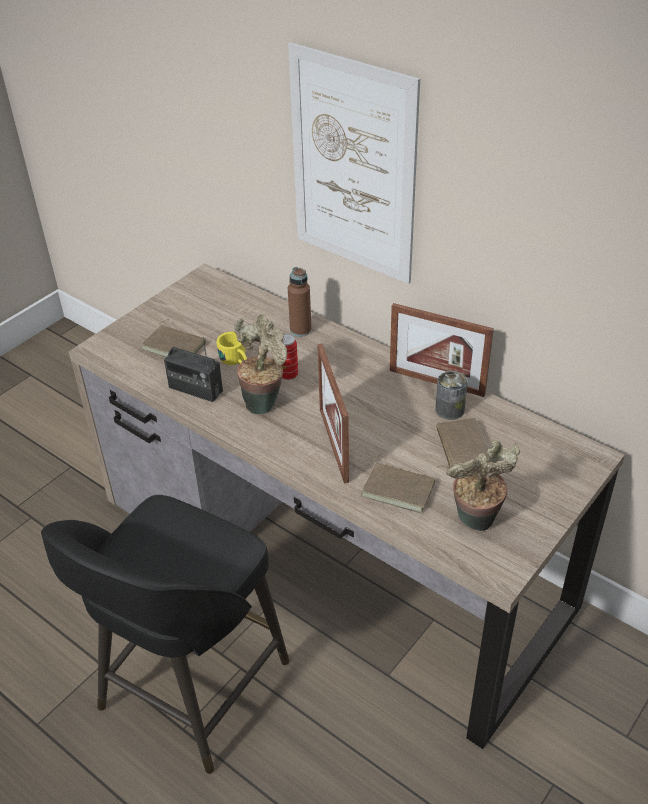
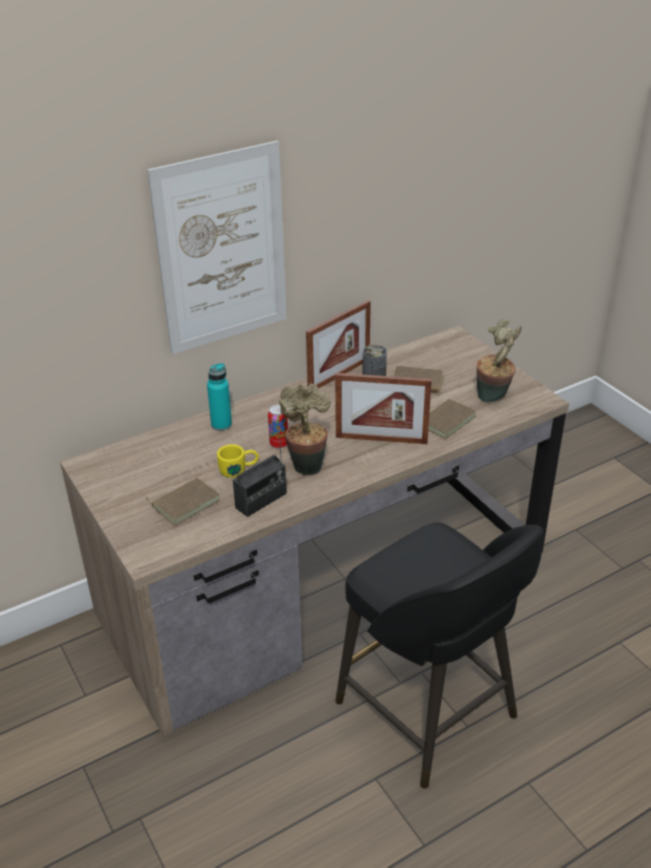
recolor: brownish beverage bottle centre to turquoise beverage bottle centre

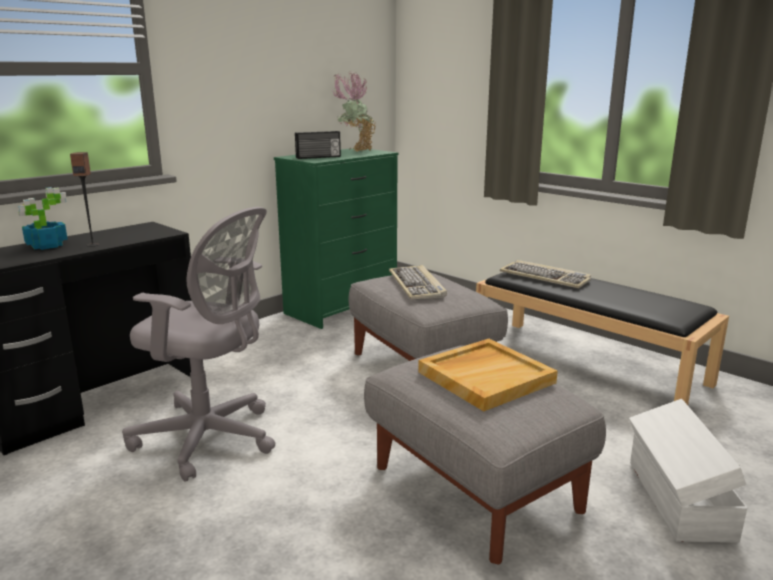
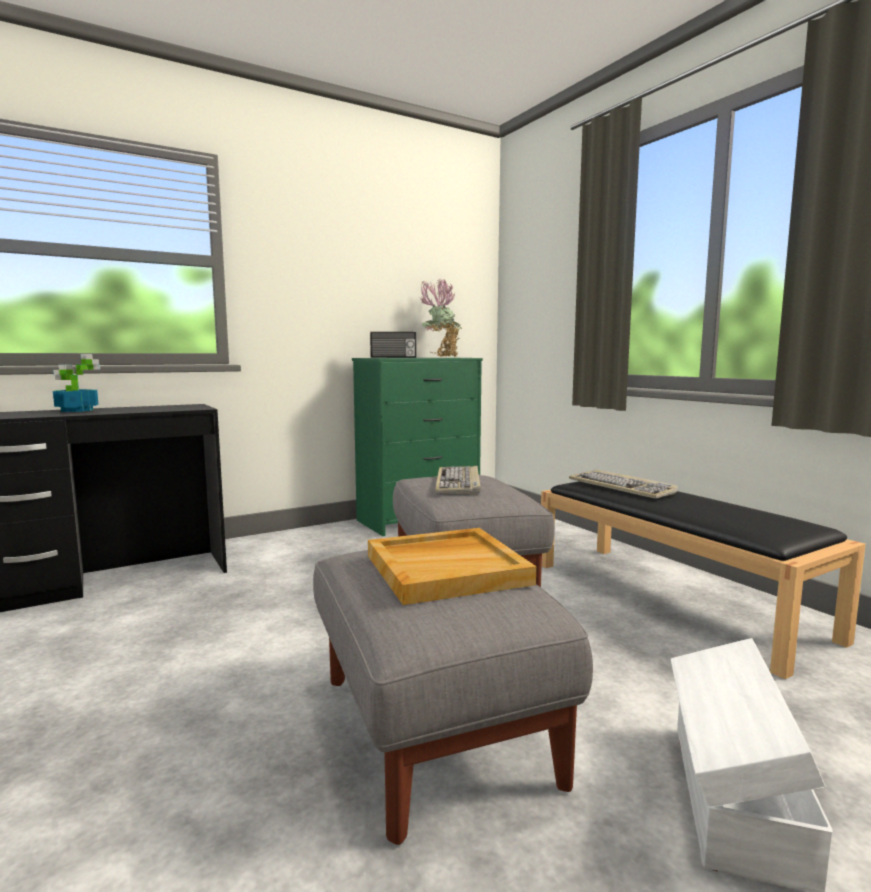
delete: audio speaker middle left; grey computer chair middle left

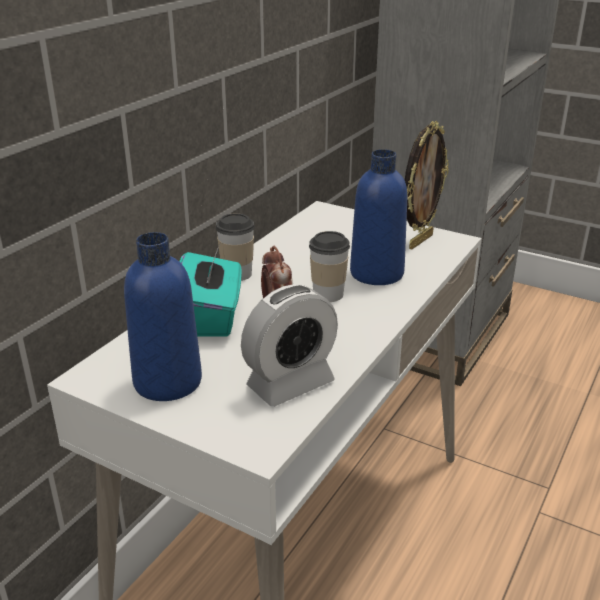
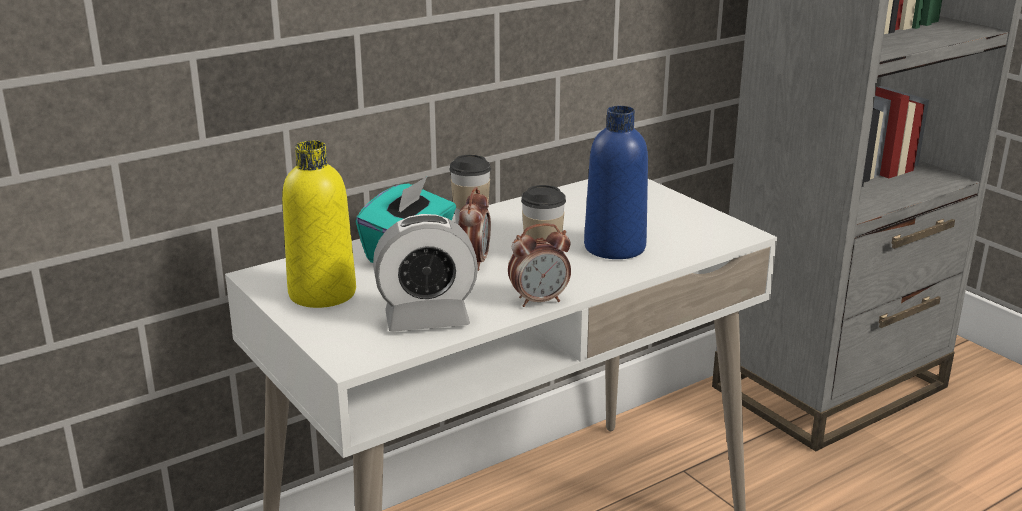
delete: picture frame top right
insert: bedside clock (3rd from left) centre
recolor: blue-coloured beverage bottle (1st from left) middle left to yellow-coloured beverage bottle middle left

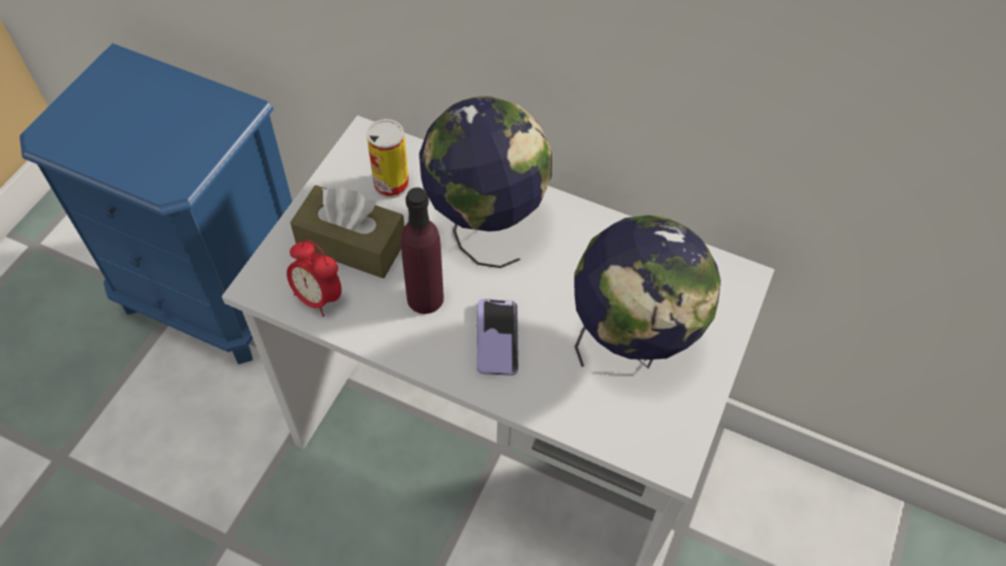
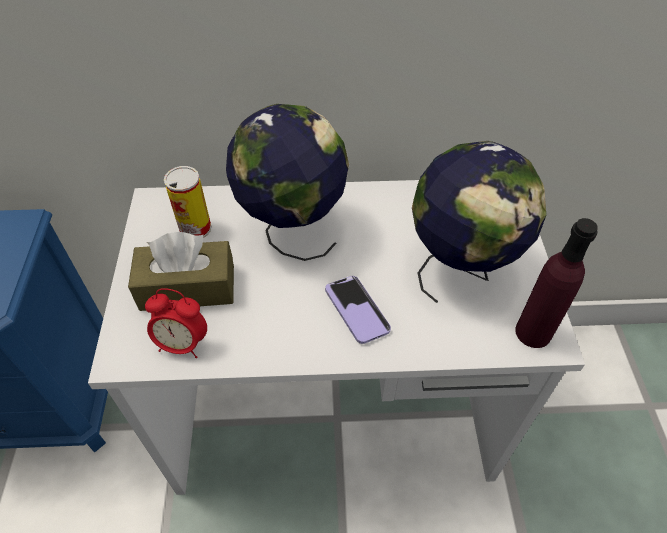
move: purplish beverage bottle centre to middle right

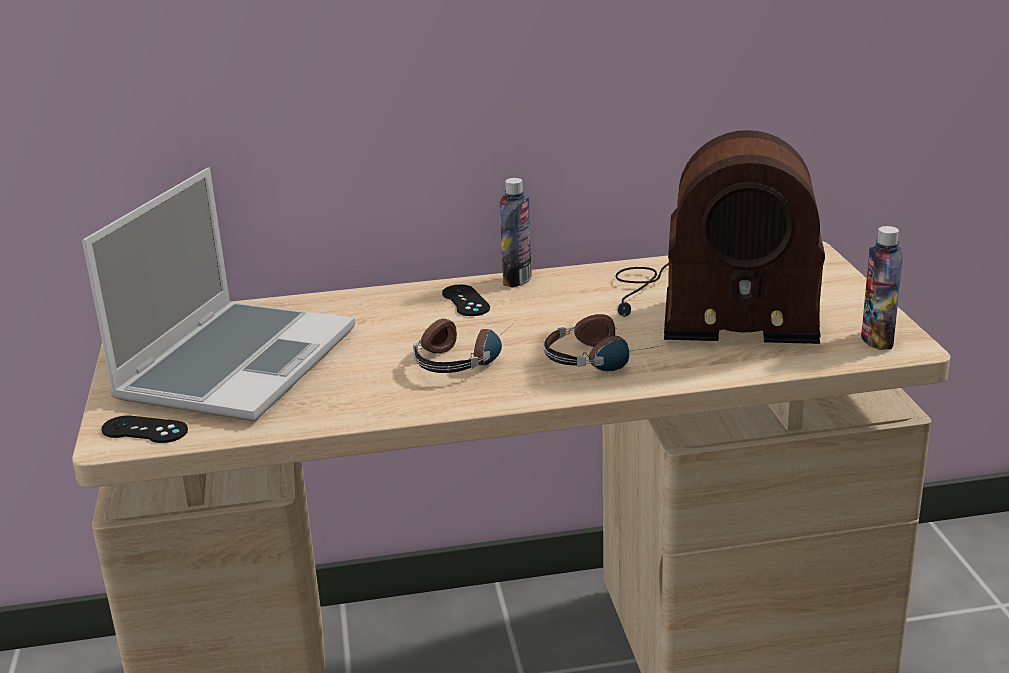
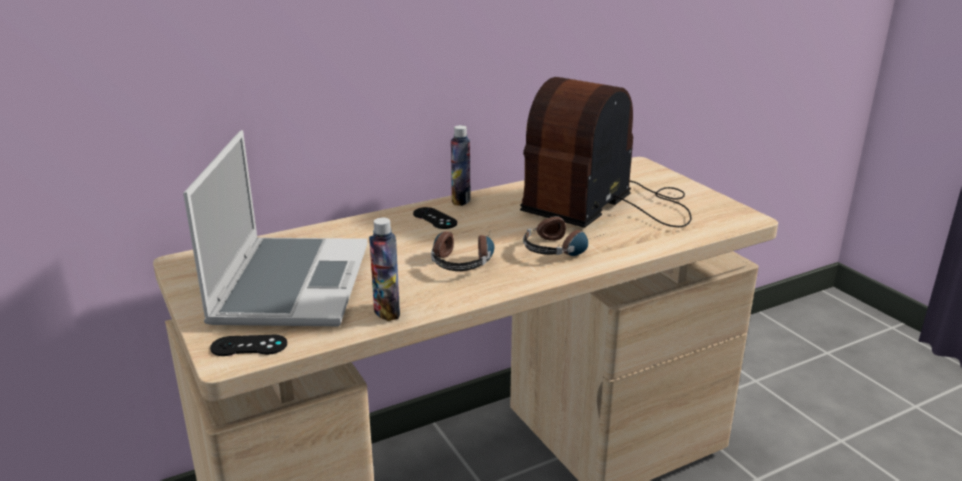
move: beverage bottle (2nd from left in the first image) middle right to beverage bottle (1st from left) centre
rotate: radio middle right = top centre 135 degrees clockwise

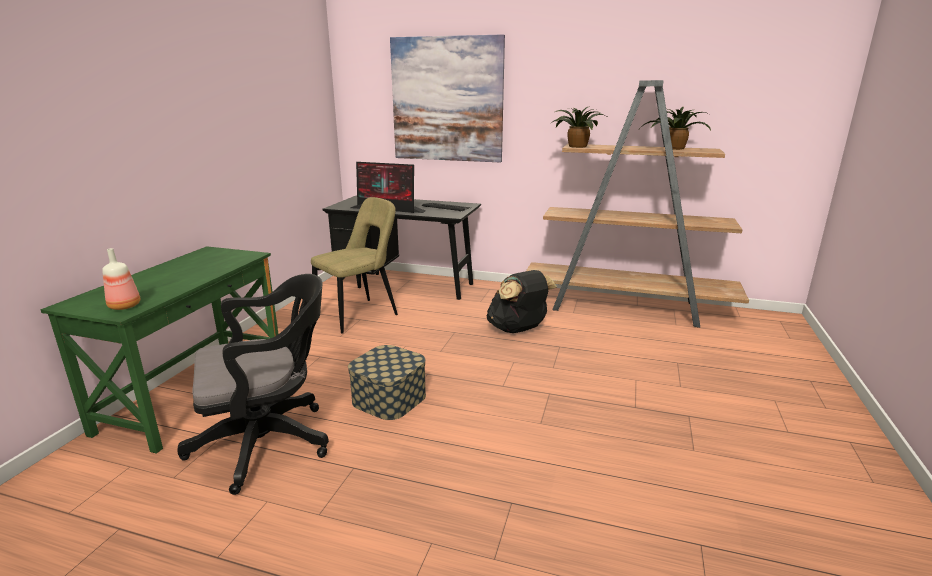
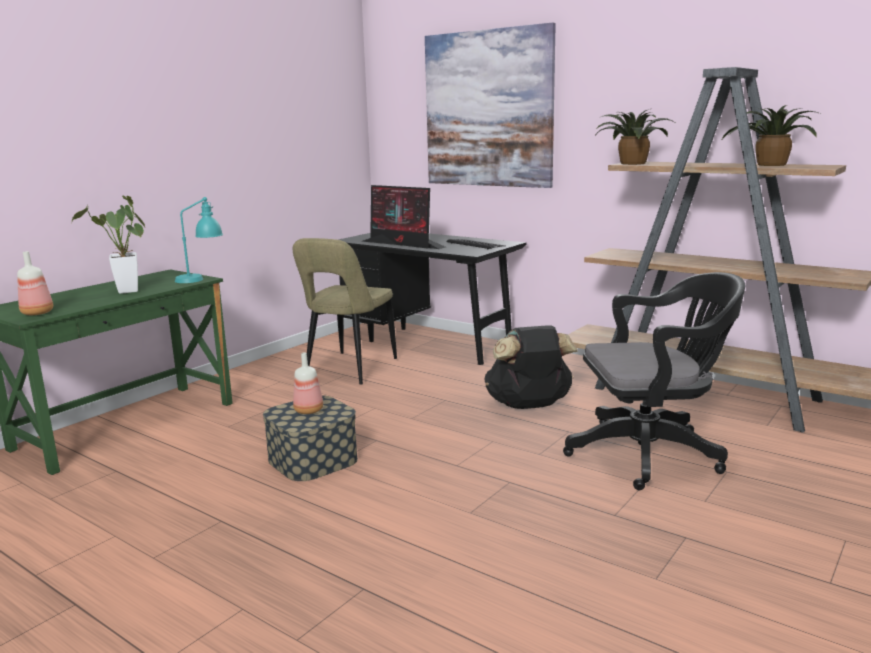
insert: plant in a pot (1st from left) middle left; turquoise tabletop lamp middle left; beverage bottle (2nd from left) centre
move: black-coloured computer chair bottom left to middle right
rotate: sand-coloured chair centre = centre 135 degrees clockwise

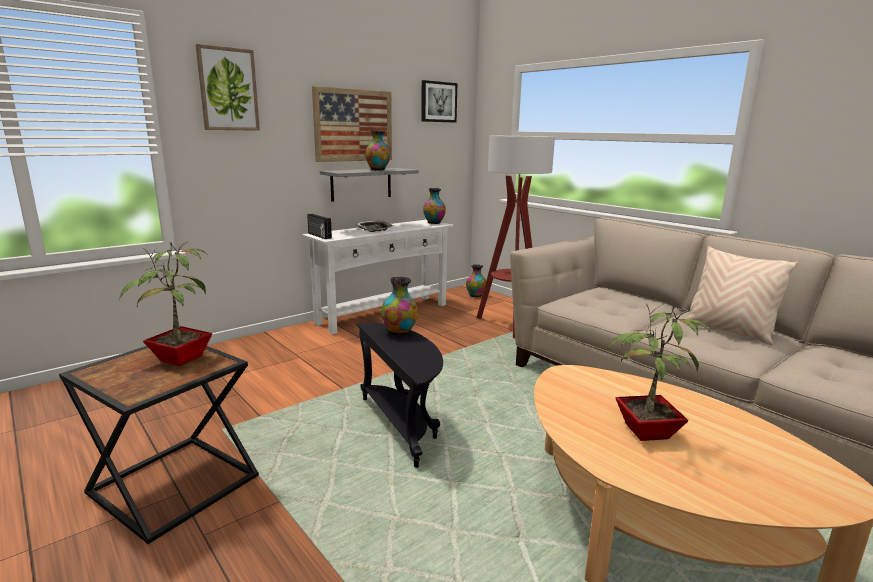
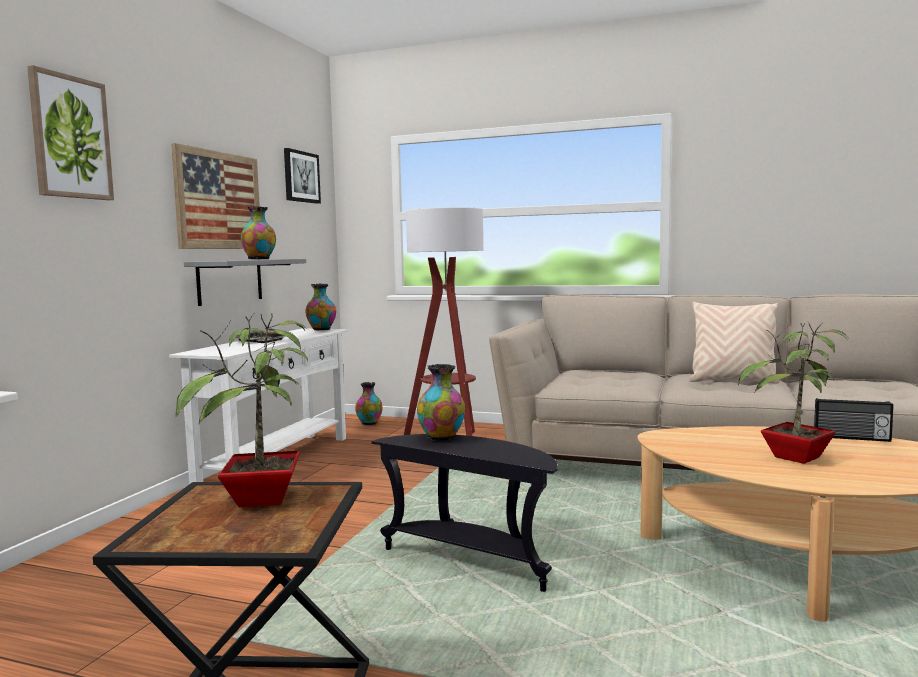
move: radio centre to middle right

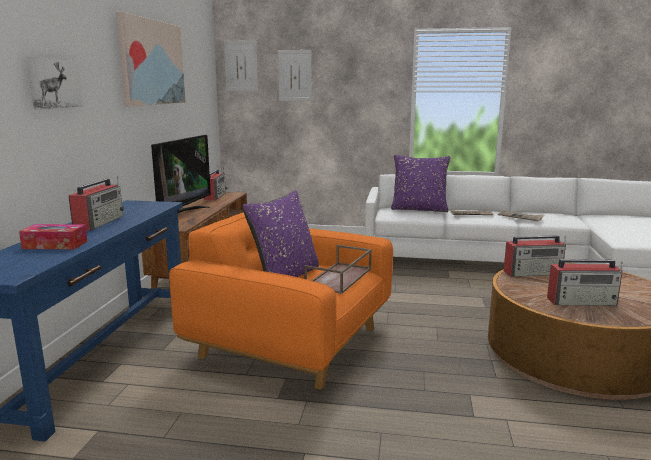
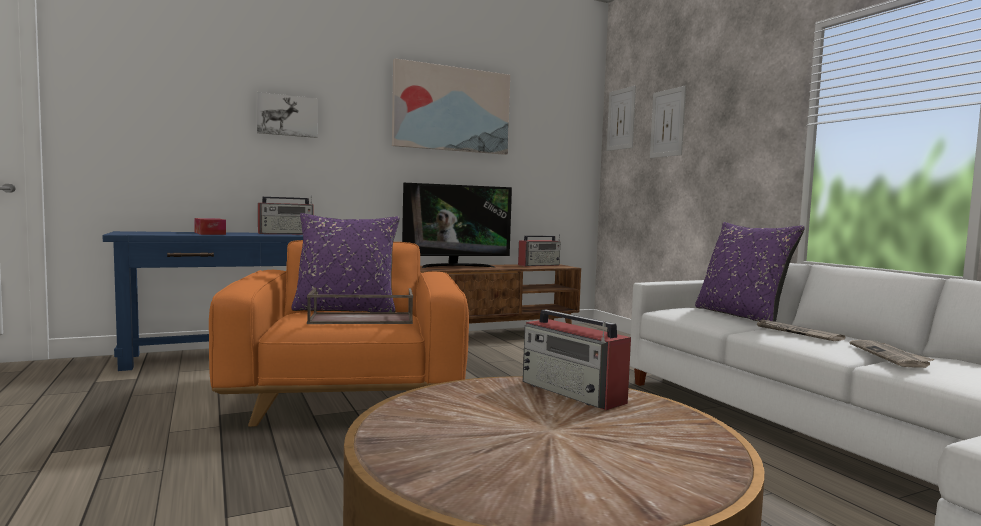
delete: radio (4th from left) middle right

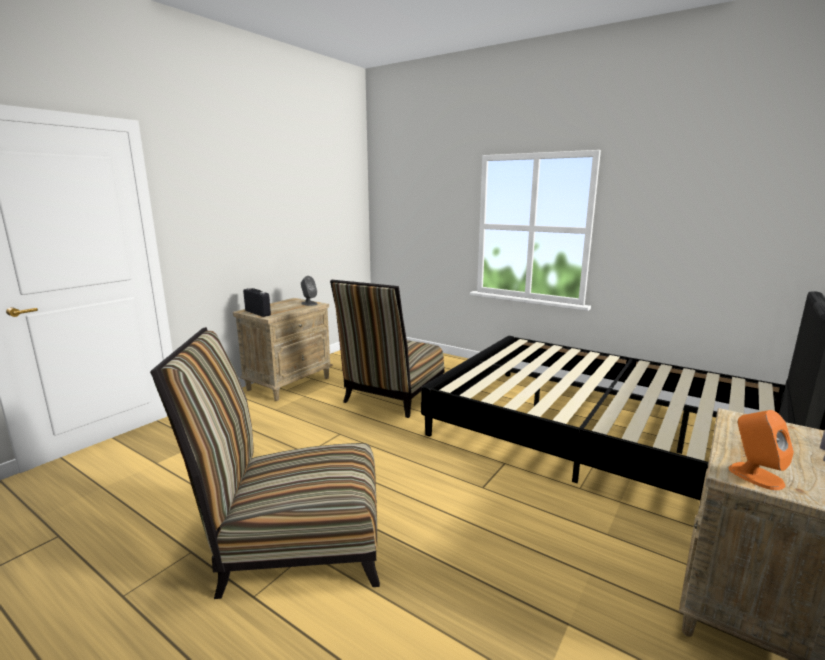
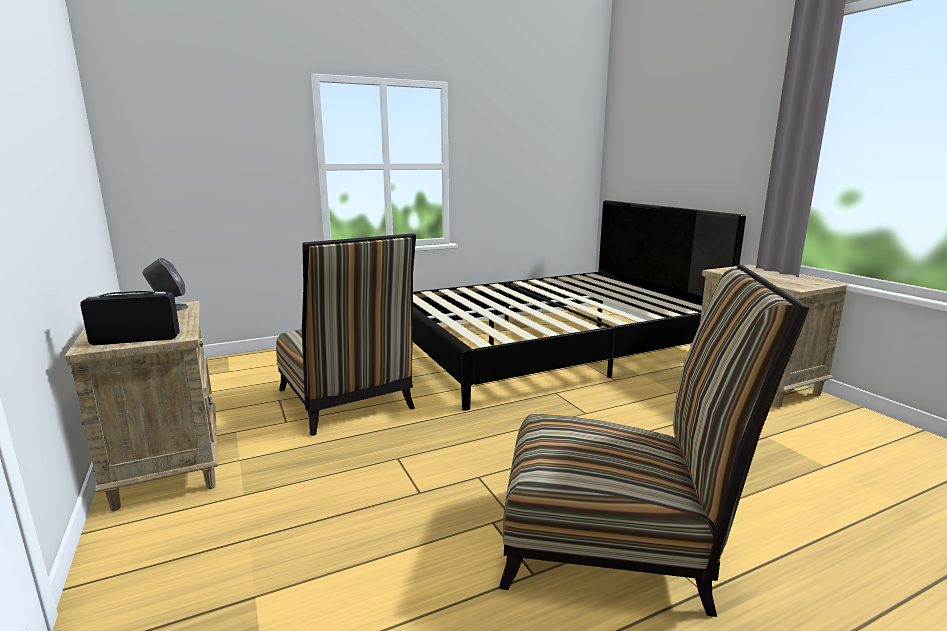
delete: orange-coloured audio speaker bottom right
rotate: chair (1st from left in the first image) bottom left = bottom right 105 degrees counterclockwise

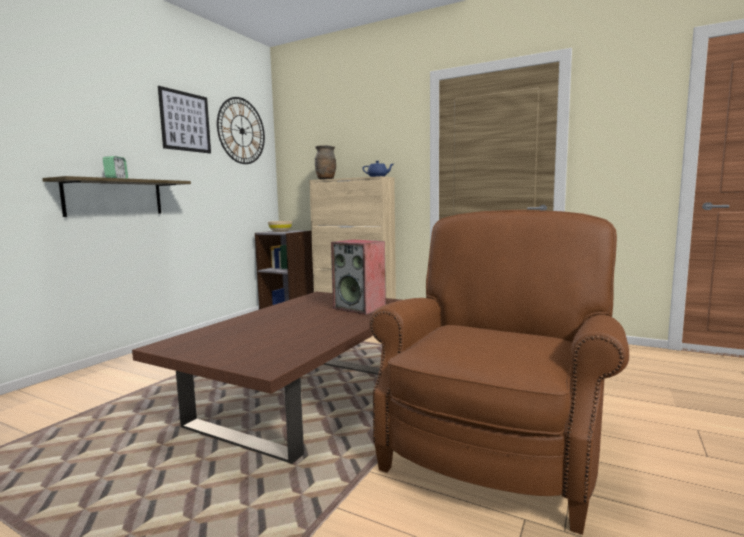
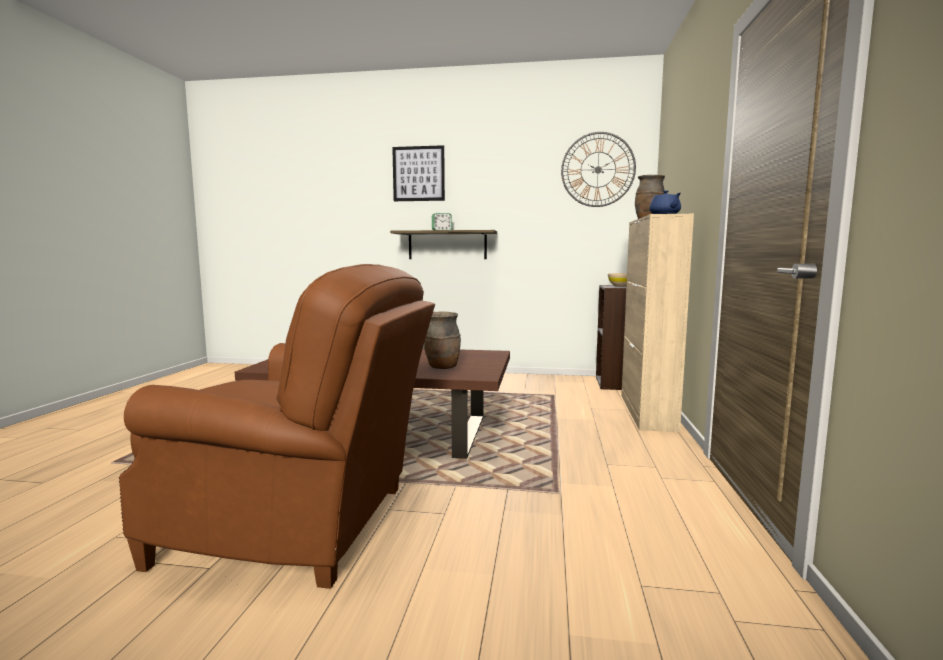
move: picture top left to top centre
replace: audio speaker centre to brownish flower vase (1st from left) centre

